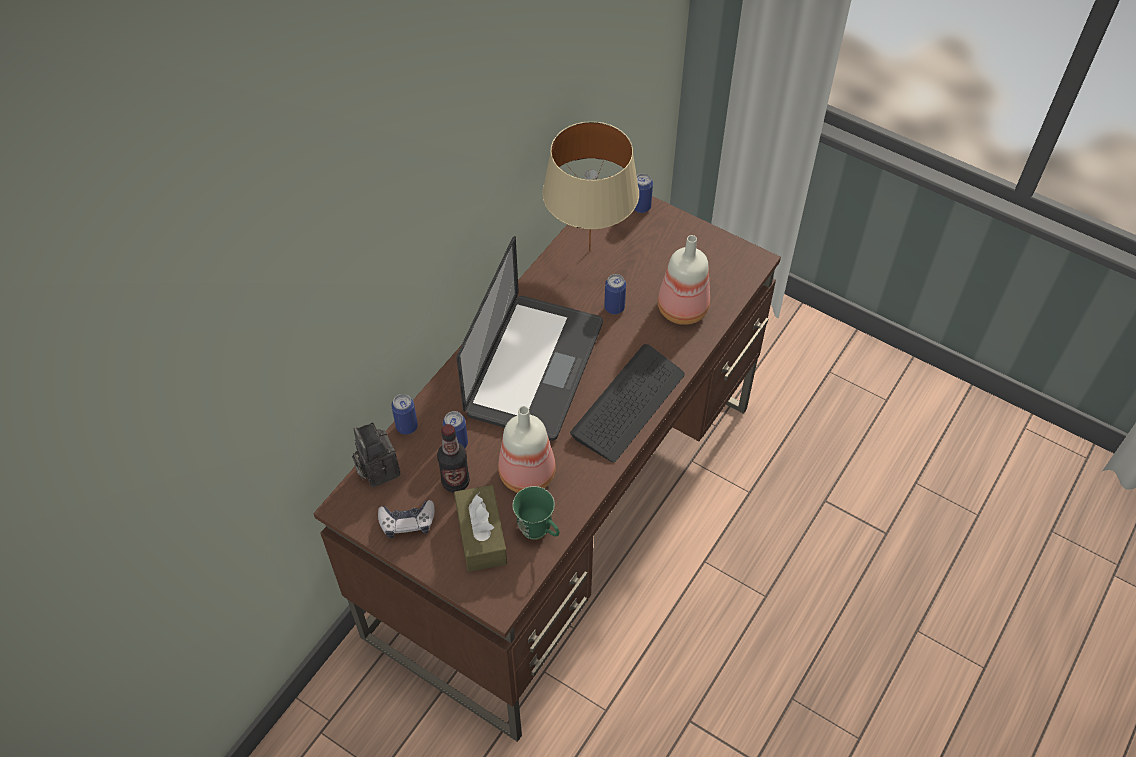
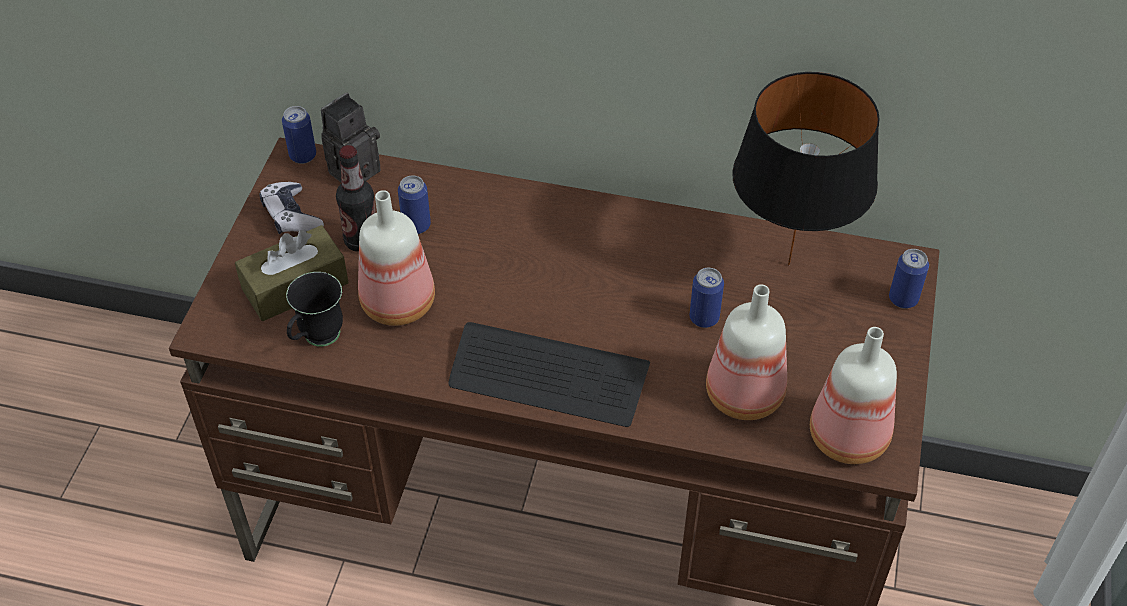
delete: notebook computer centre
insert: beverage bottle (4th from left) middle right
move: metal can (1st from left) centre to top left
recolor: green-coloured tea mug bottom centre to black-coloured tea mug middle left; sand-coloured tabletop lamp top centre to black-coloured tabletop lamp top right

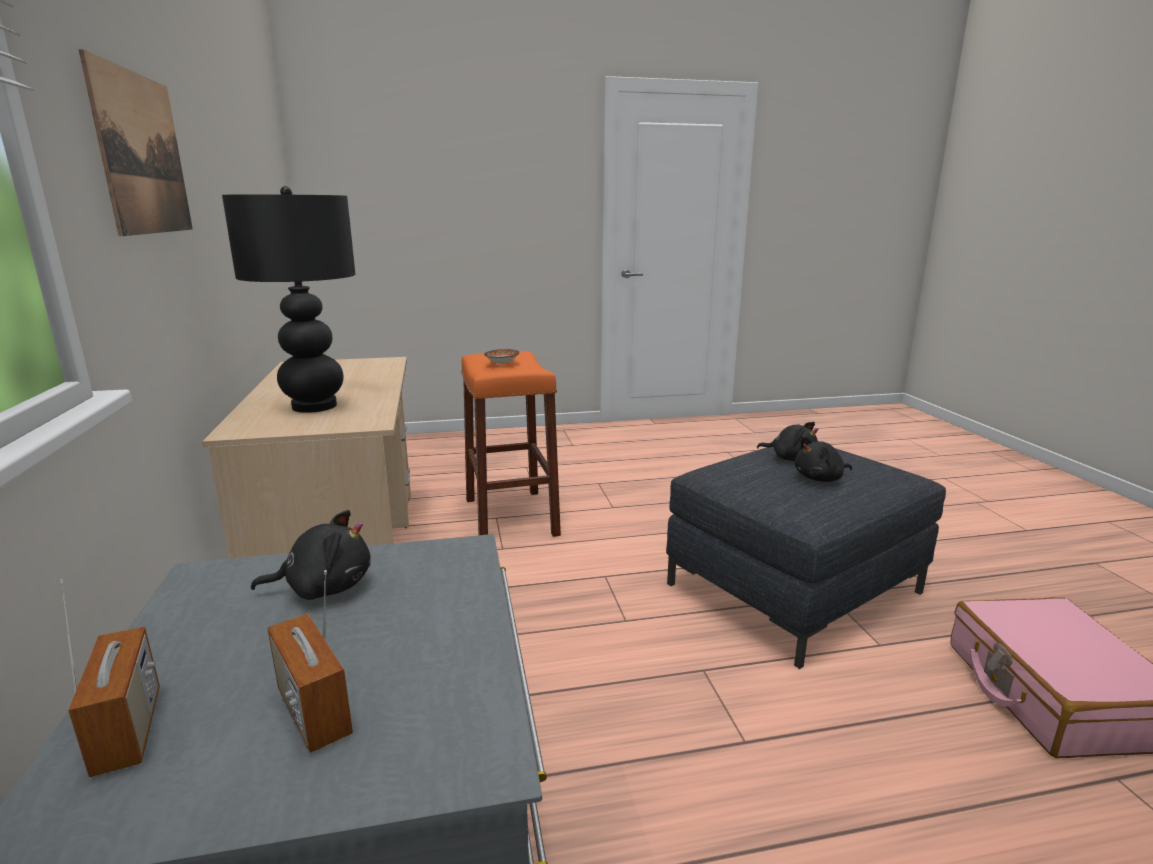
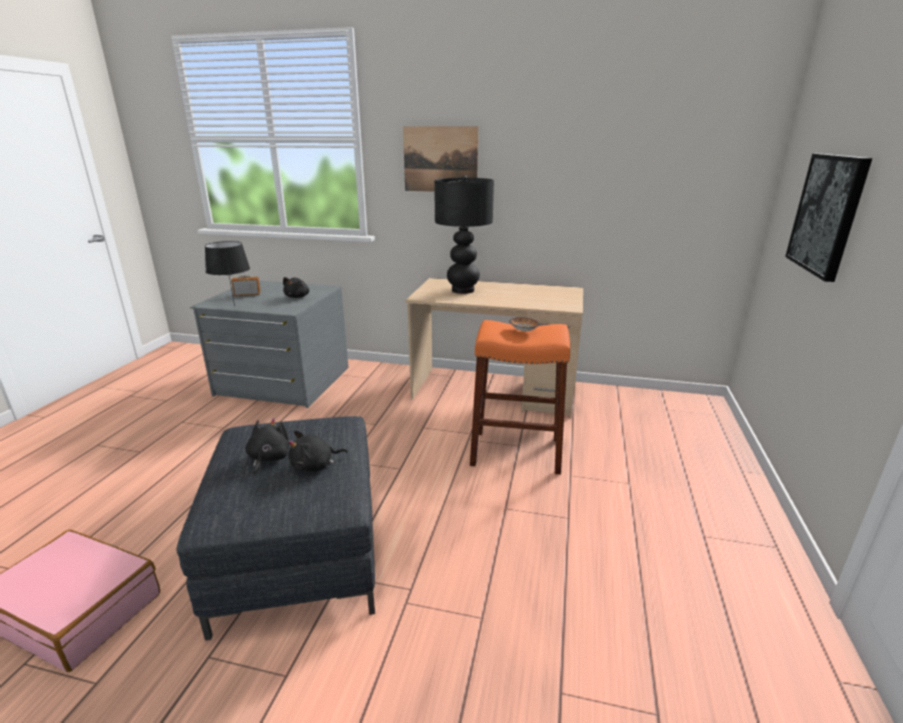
delete: radio (1st from left) bottom left
insert: black-coloured tabletop lamp (1st from left) middle left; picture (2nd from left) top right

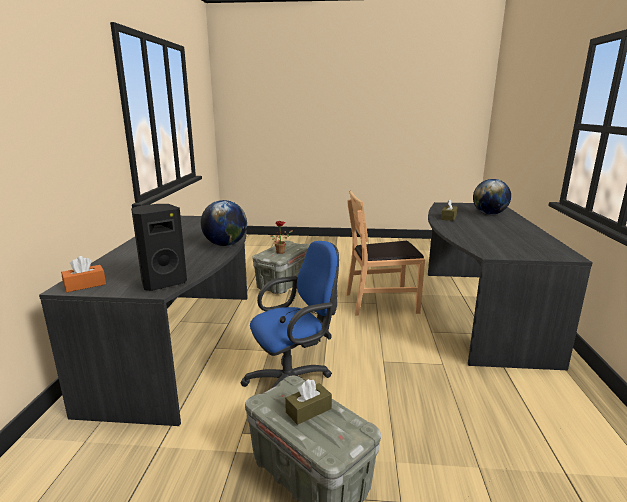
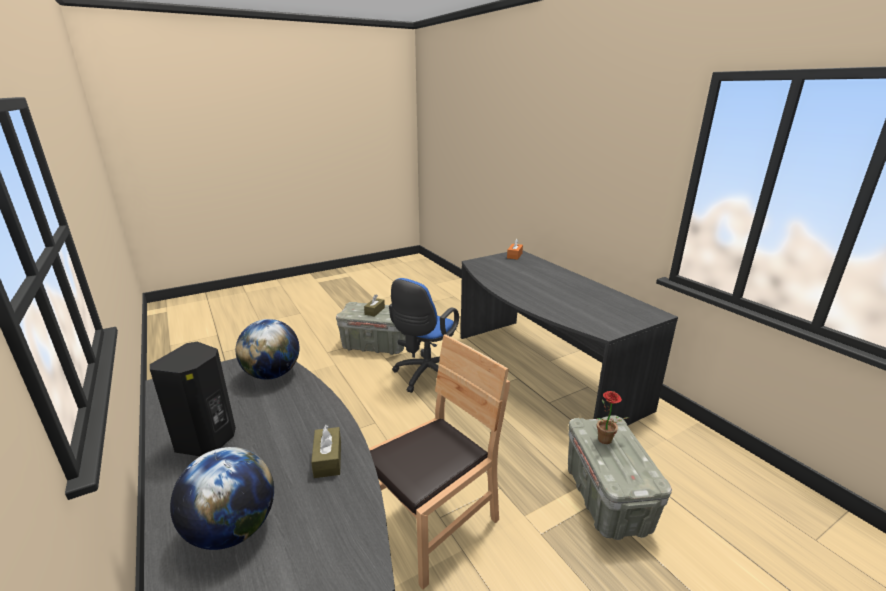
move: black-coloured audio speaker middle left to bottom left; globe (1st from left in the first image) centre to globe (2nd from left) middle left

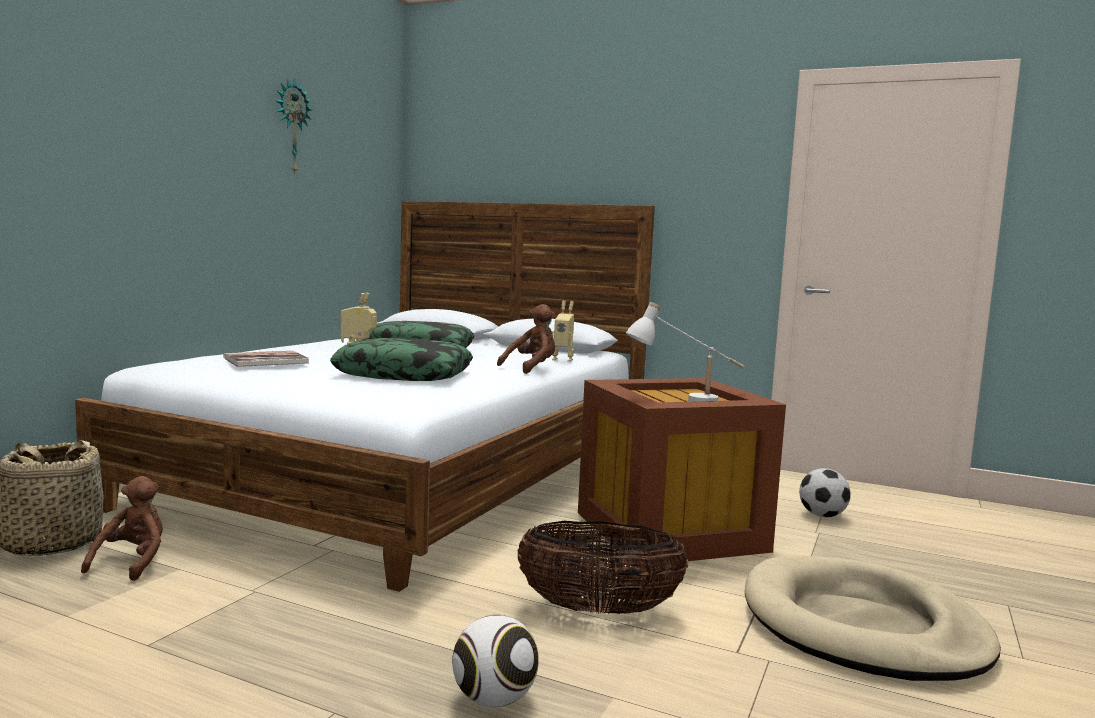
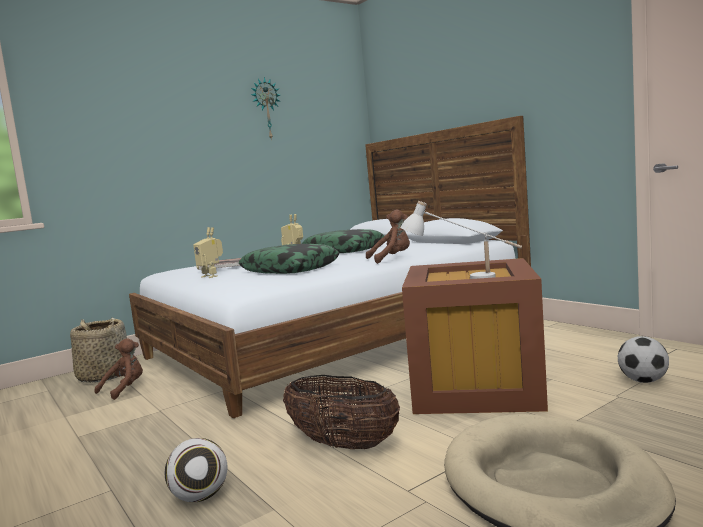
move: model robot (2nd from left in the first image) centre to model robot (1st from left) middle left

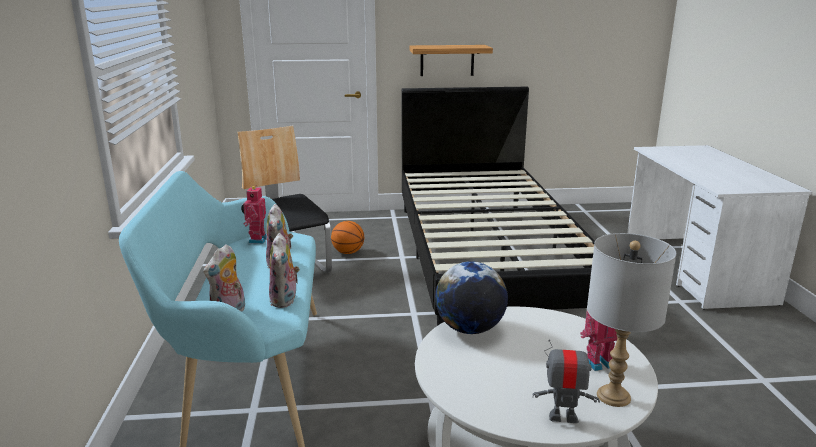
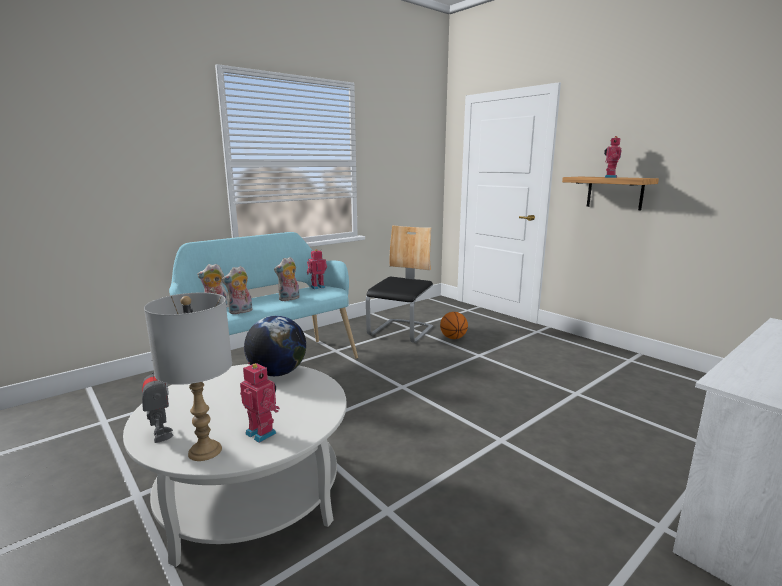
delete: black-coloured bed centre
insert: model robot (4th from left) top right

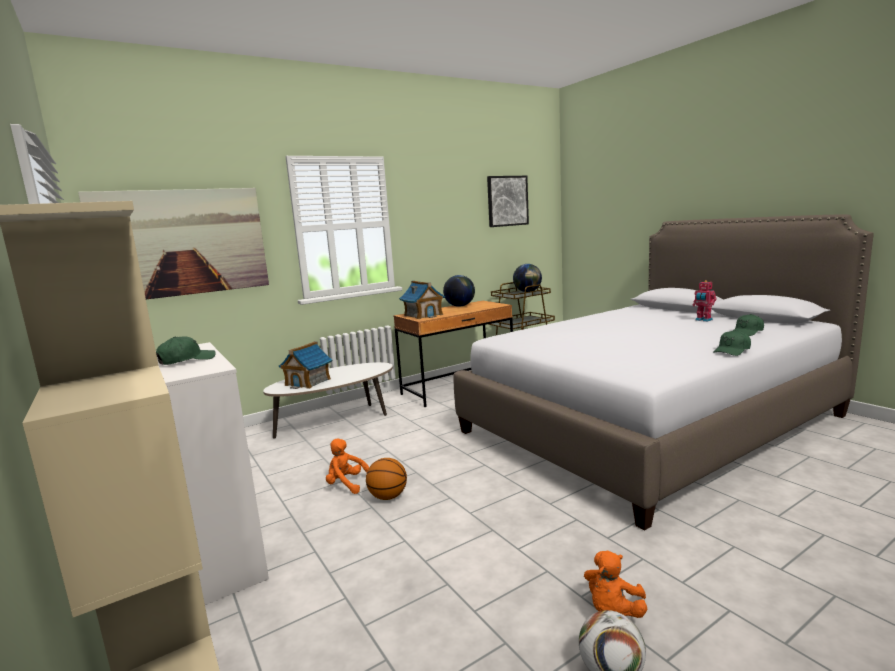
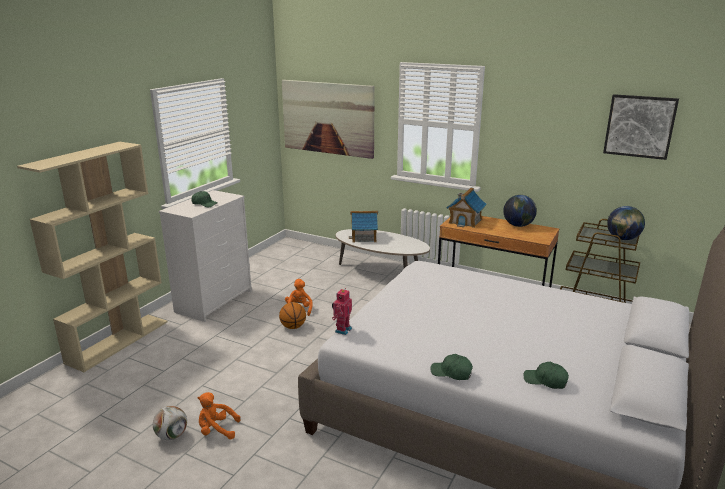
move: model robot middle right to centre

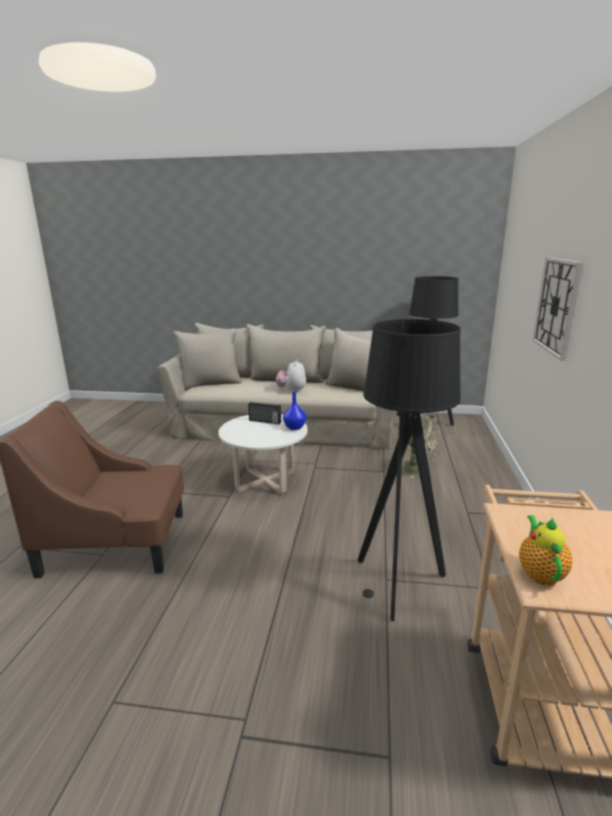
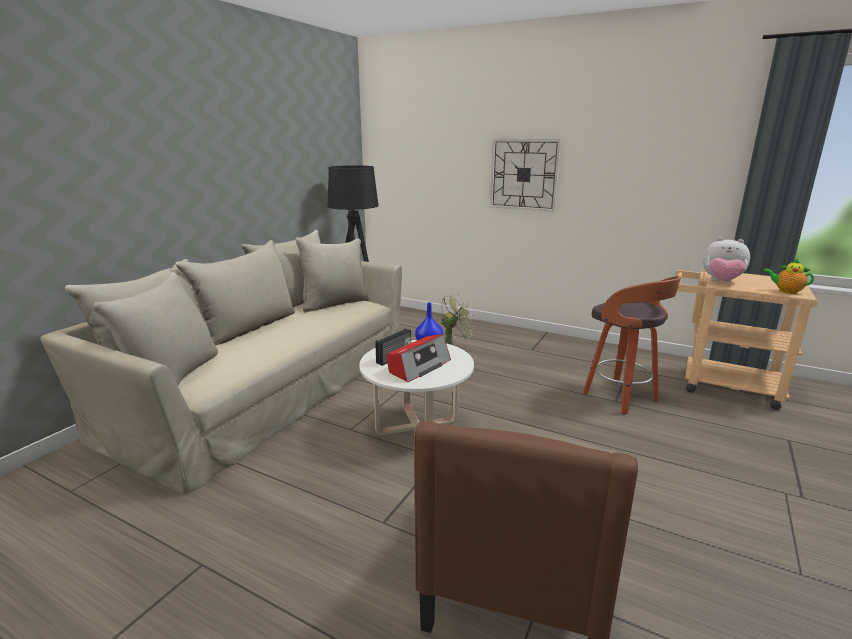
insert: radio (2nd from left) centre
move: cuddly toy centre to middle right
replace: black-coloured standard lamp (1st from left) middle right to stool seat middle right

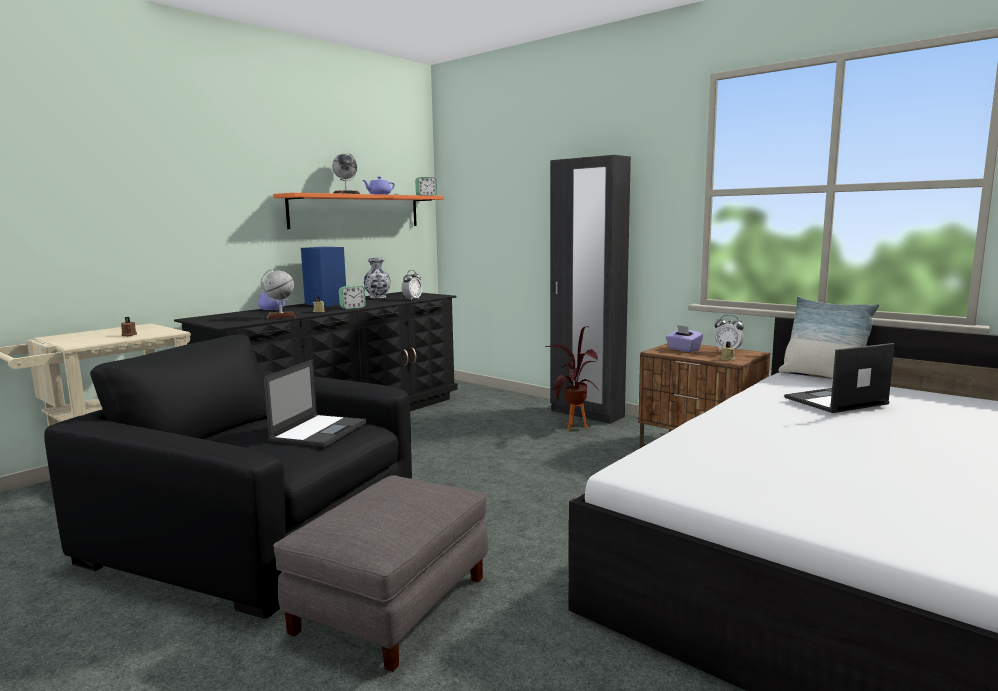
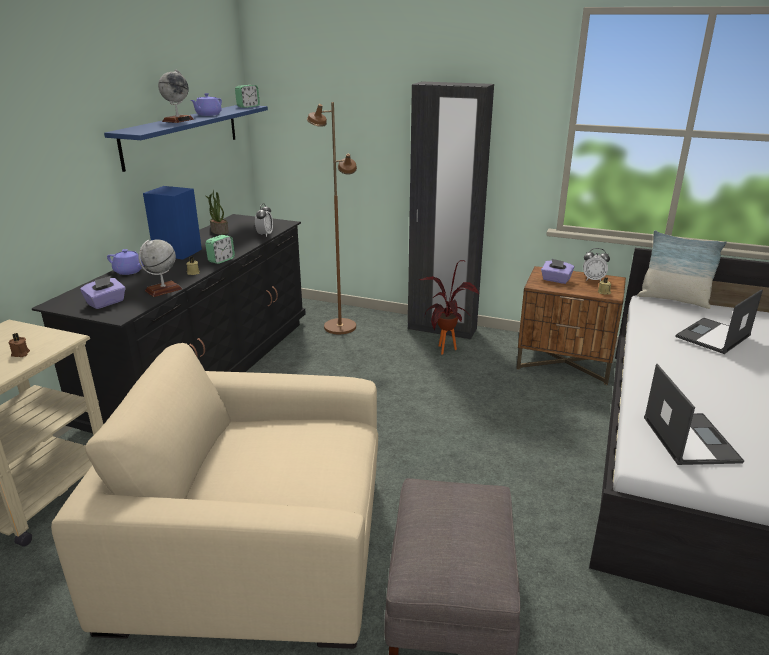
insert: purplish box of tissues (1st from left) middle left; brownish standard lamp top centre
move: notebook computer (1st from left) middle left to middle right
replace: flower vase centre to plant in a pot (1st from left) top left
recolor: black-coloured easy chair bottom left to sand-coloured easy chair bottom left; orange-coloured shelf top centre to blue-coloured shelf top left

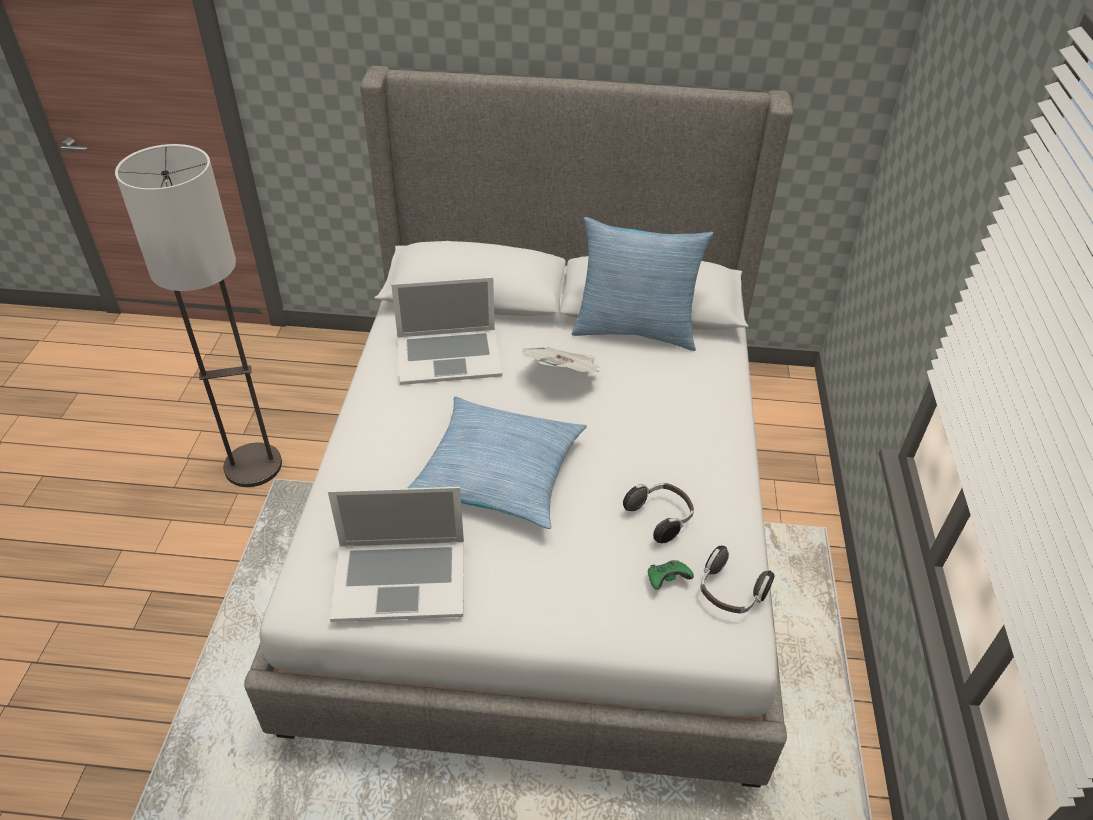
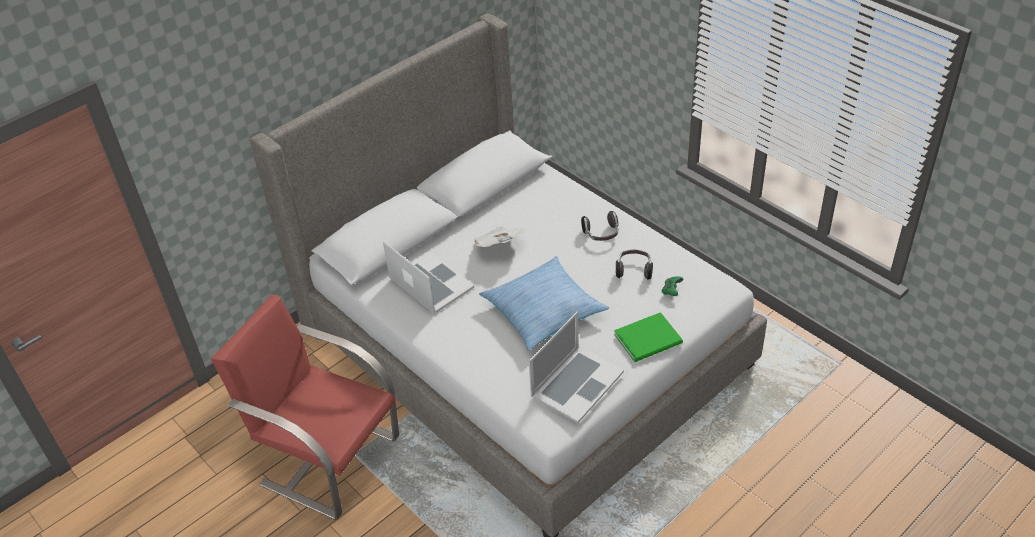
delete: throw pillow (2nd from left) centre
insert: green-coloured bound book centre
move: headset (2nd from left in the first image) bottom right to headset (1st from left) centre
replace: standard lamp middle left to reddish easy chair bottom left
rotate: notebook computer (2nd from left in the first image) centre = centre 75 degrees counterclockwise

